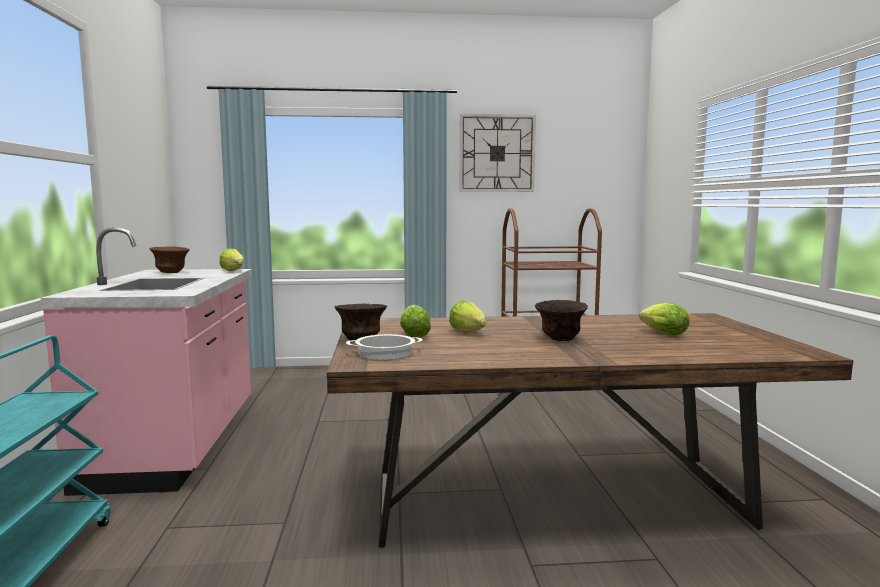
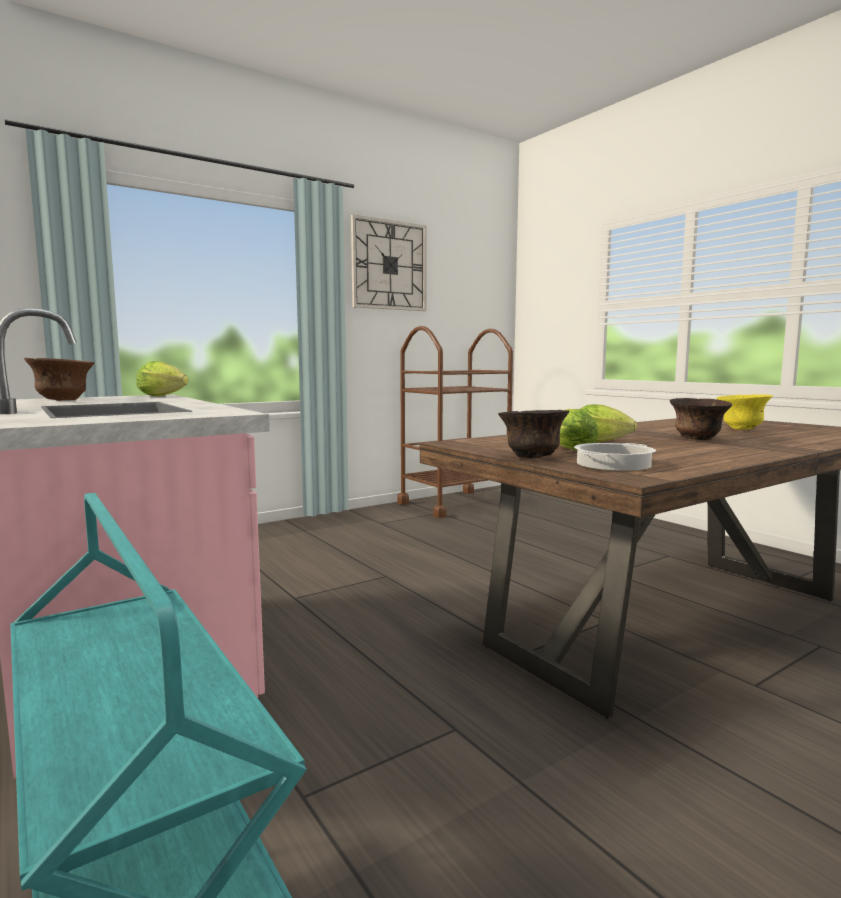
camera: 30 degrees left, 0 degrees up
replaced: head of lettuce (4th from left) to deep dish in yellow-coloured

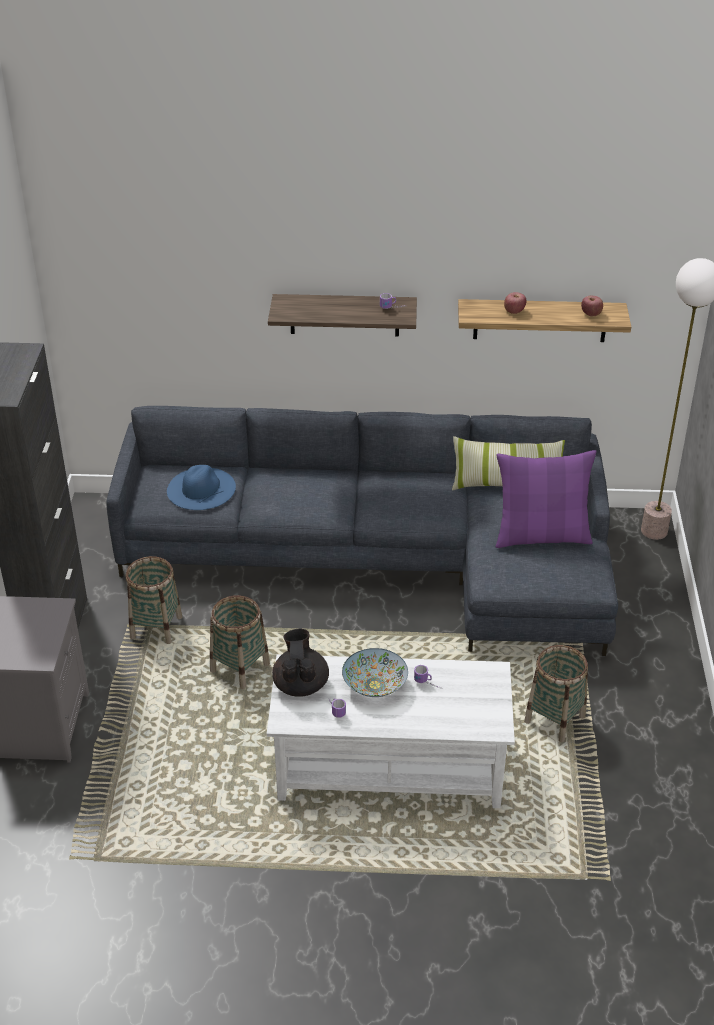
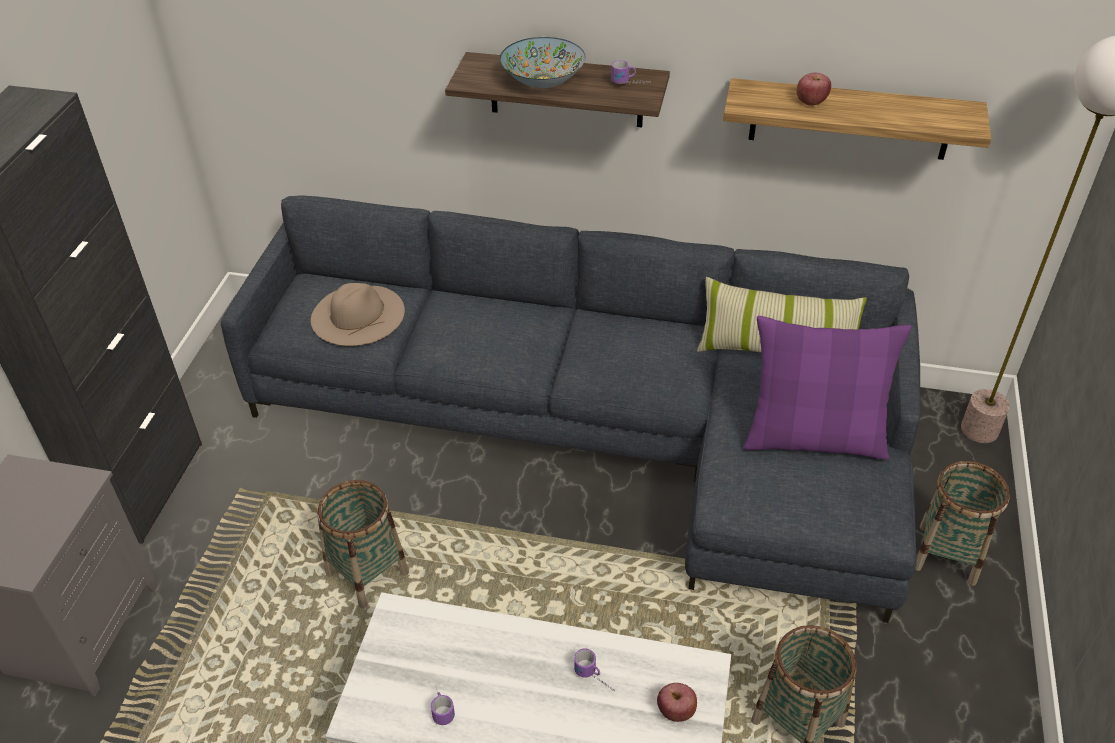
camera: 10 degrees right, 5 degrees up
removed: tea pot in black-coloured
moved: whole apple (2nd from left in the first image) to whole apple (1st from left); household basket (1st from left in the first image) to household basket (3rd from left); deep dish
recoloured: hat in blue-coloured to hat in beige

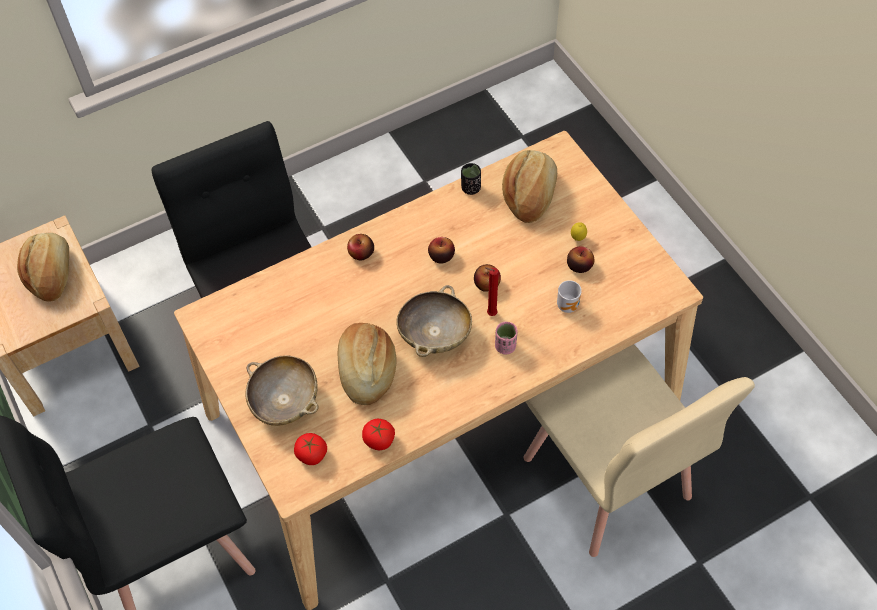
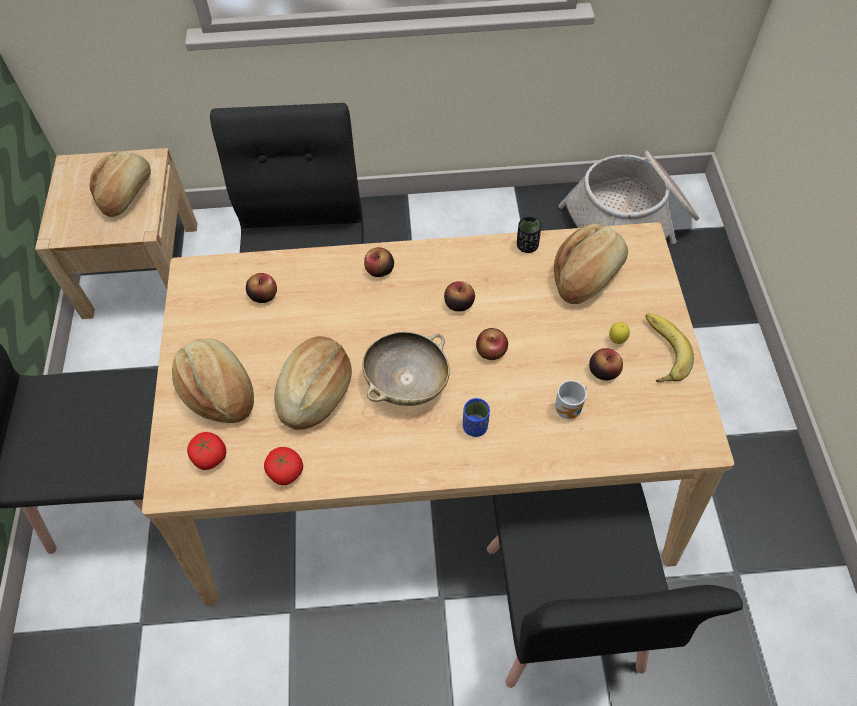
camera: 25 degrees right, 0 degrees up
removed: wax candle in red-coloured
added: household basket; whole apple (1st from left); banana fruit
replaced: deep dish in beige (1st from left) to bread (2nd from left)
recoloured: drinking cup in pink to drinking cup in blue-coloured; upright chair in beige to upright chair in black-coloured (3rd from left)

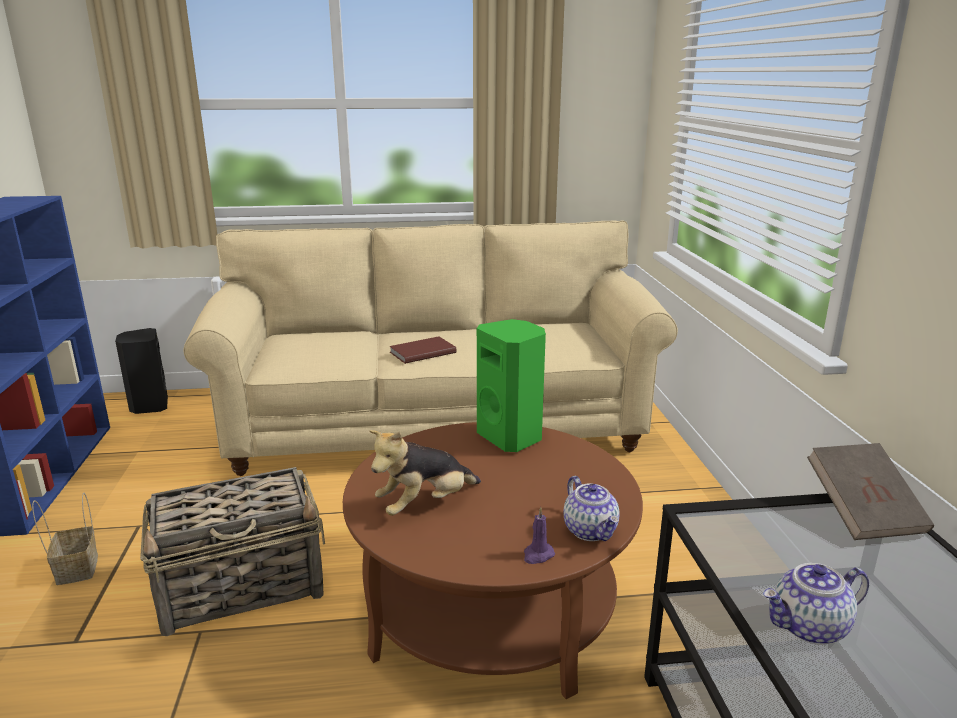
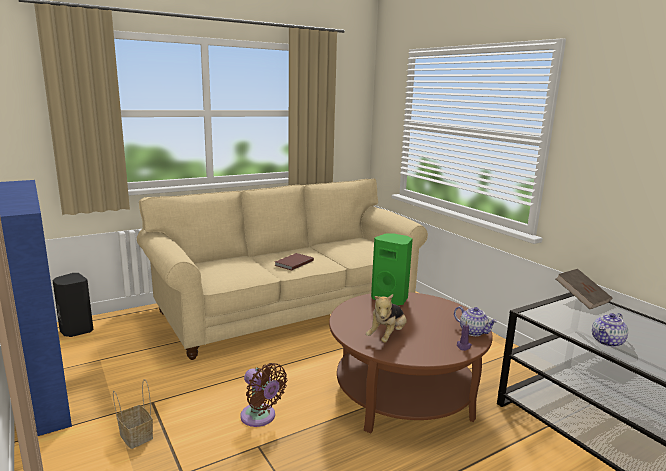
camera: 25 degrees left, 5 degrees down
replaced: household basket (2nd from left) to fan in brownish

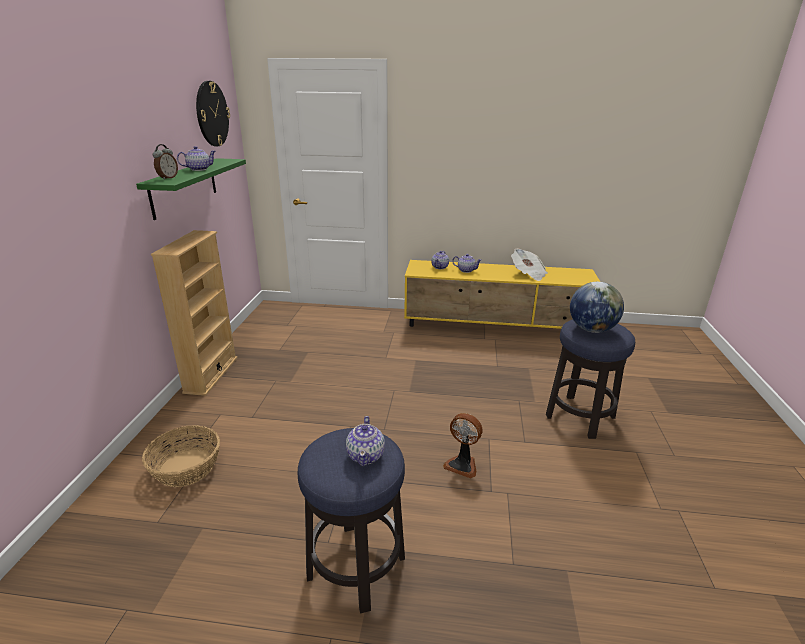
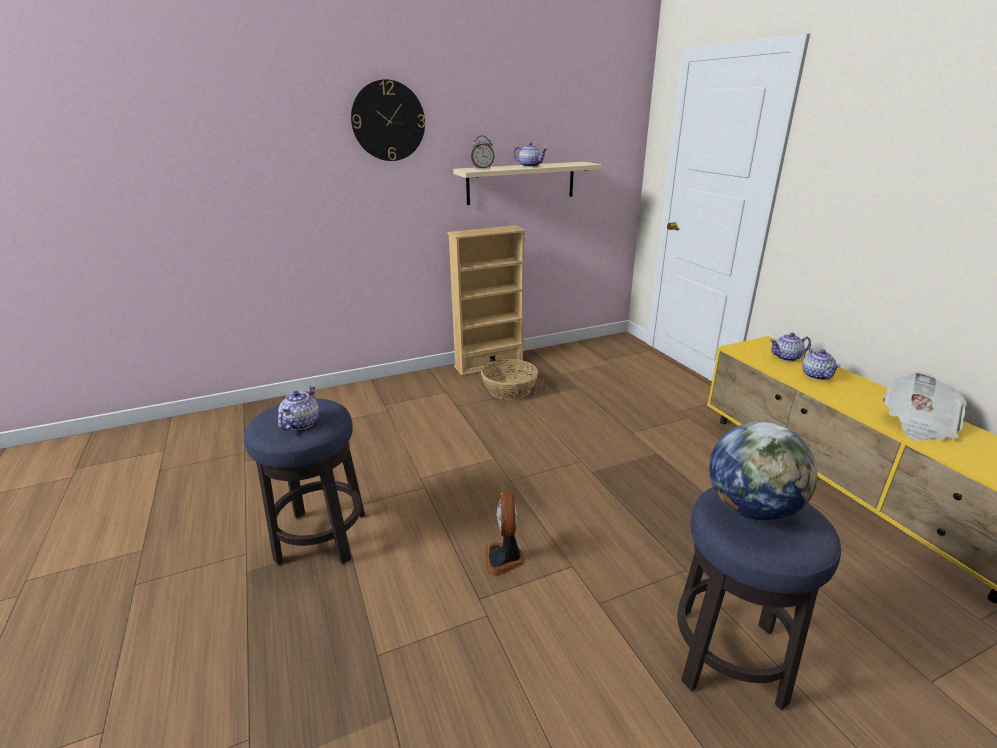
camera: 60 degrees right, 0 degrees up
moved: wall clock; household basket
recoloured: shelf in greenish to shelf in beige
turned: tea pot (2nd from left in the first image) 135 degrees clockwise

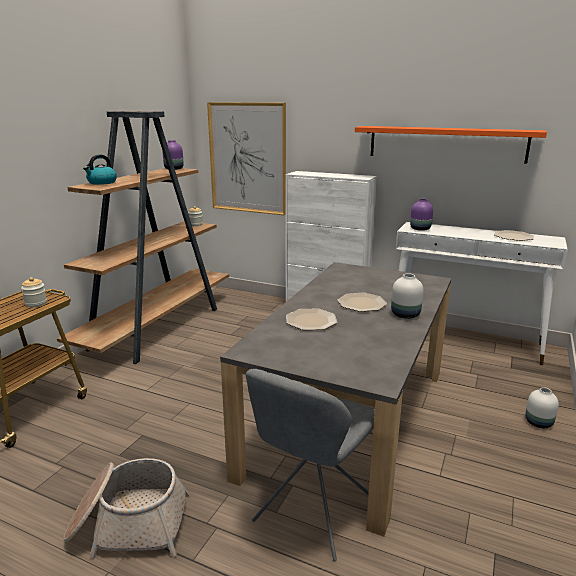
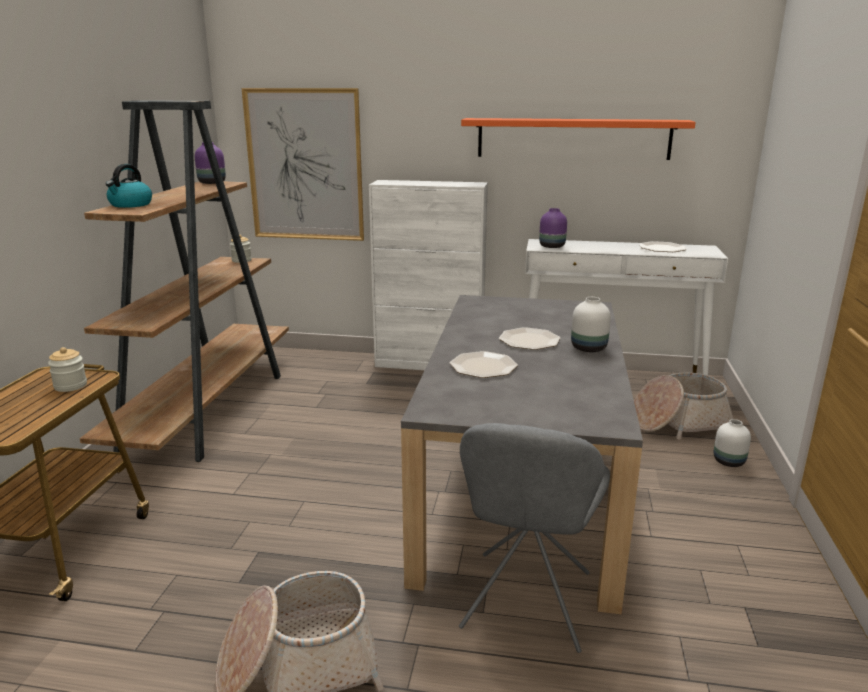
camera: 15 degrees left, 0 degrees up
added: household basket (2nd from left)

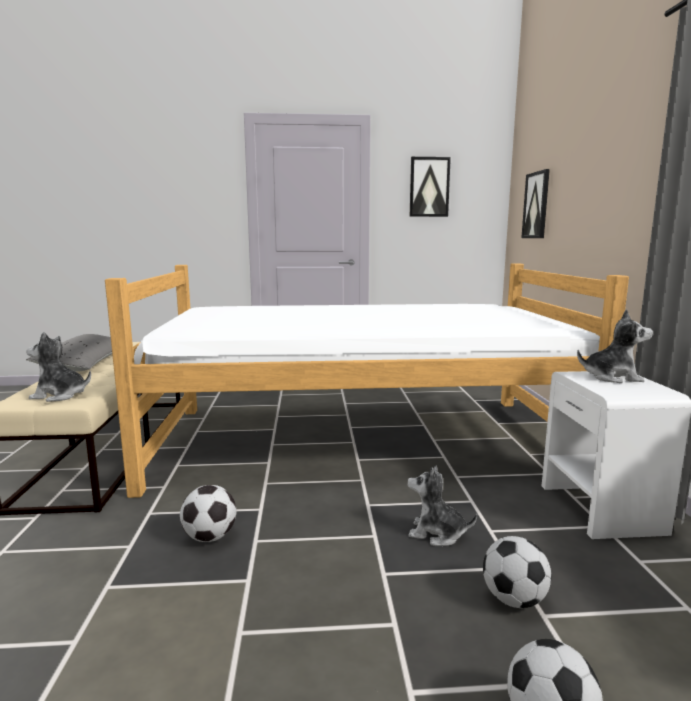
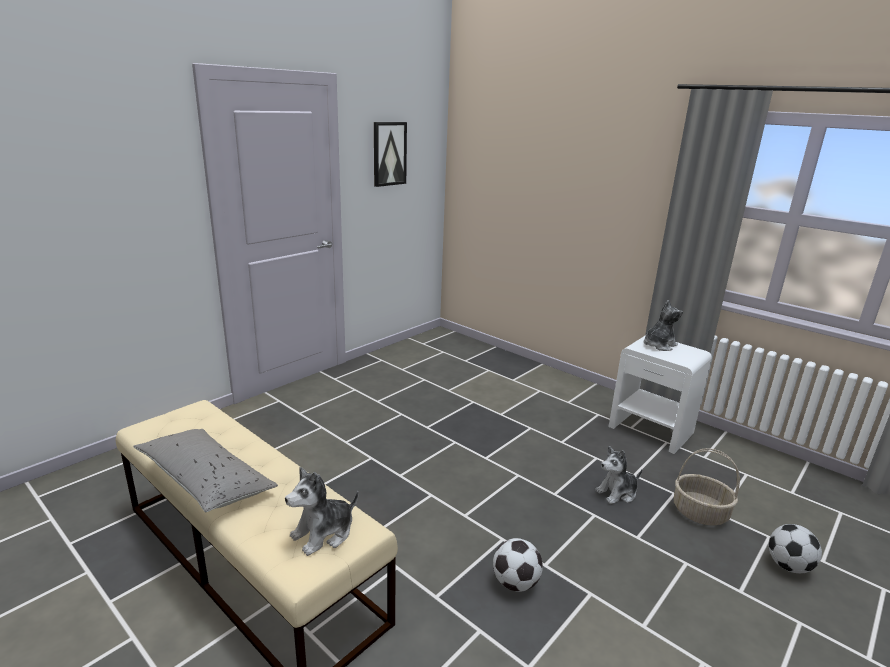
camera: 45 degrees left, 10 degrees up
removed: picture (2nd from left); sleeping bed
replaced: football ball (2nd from left) to household basket

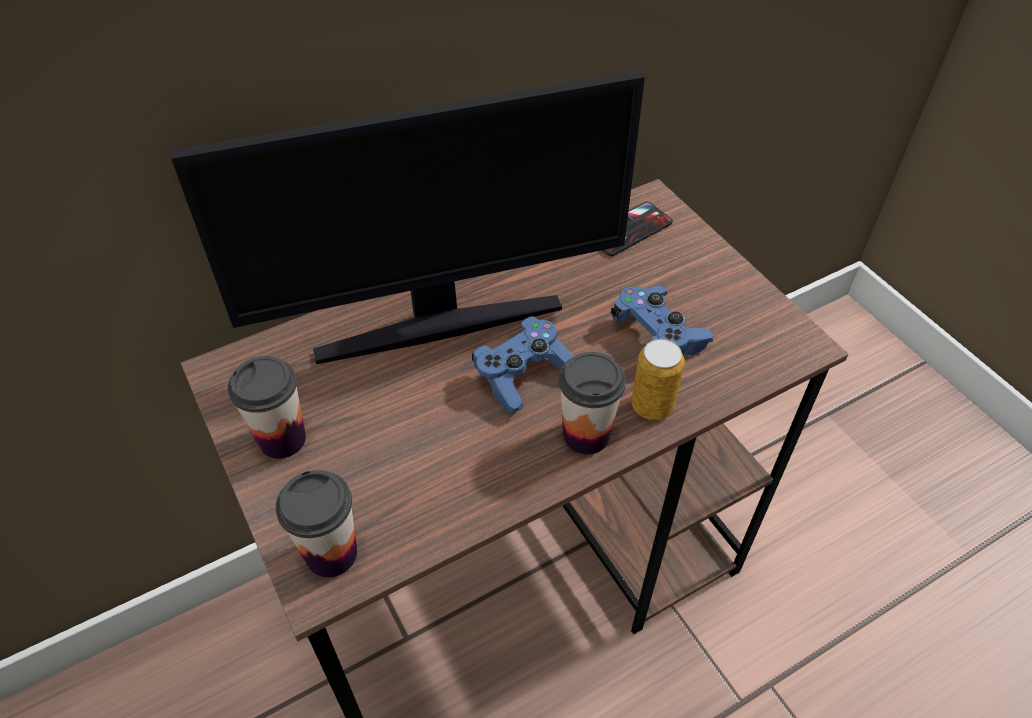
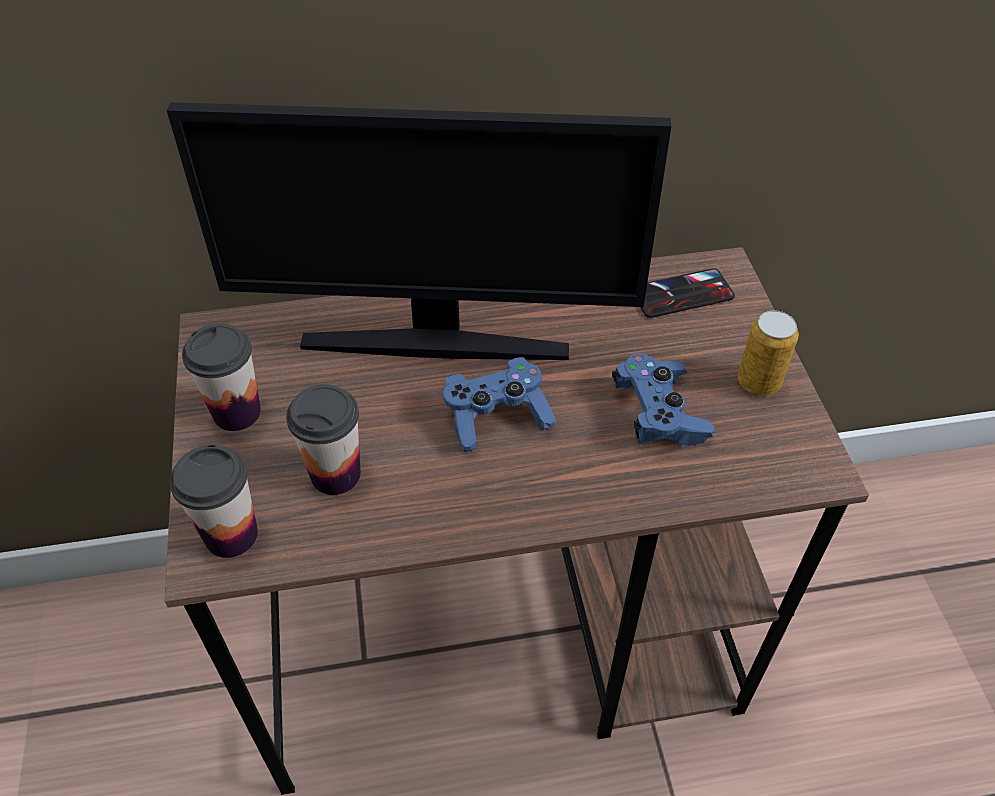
camera: 20 degrees right, 0 degrees up
moved: sealed can; drinking cup (3rd from left)

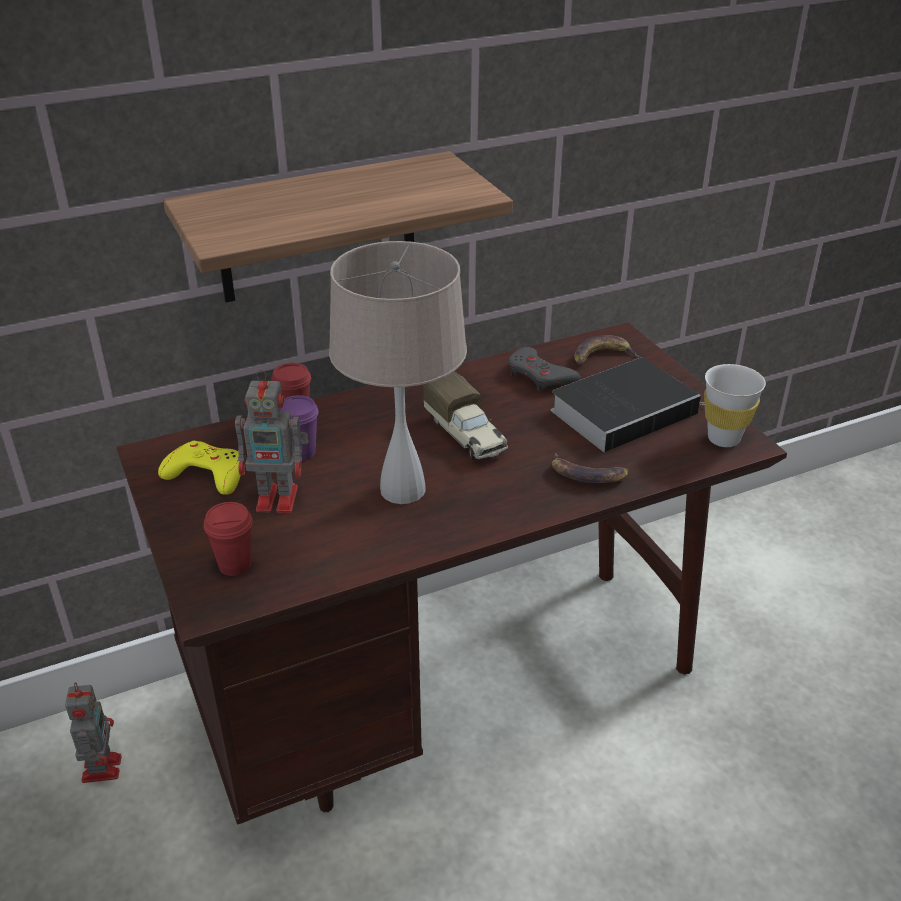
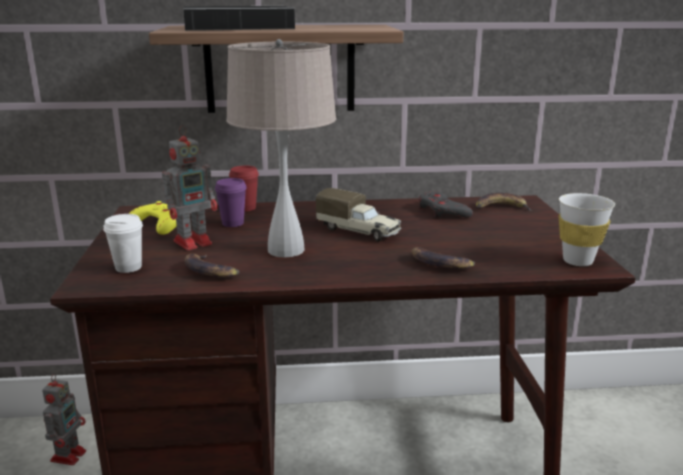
camera: 20 degrees right, 15 degrees down
added: banana fruit (1st from left)
moved: bound book
recoloured: drinking cup in red-coloured (1st from left) to drinking cup in white-coloured (1st from left)
turned: model robot (2nd from left) 60 degrees counterclockwise; toy lorry 45 degrees counterclockwise

